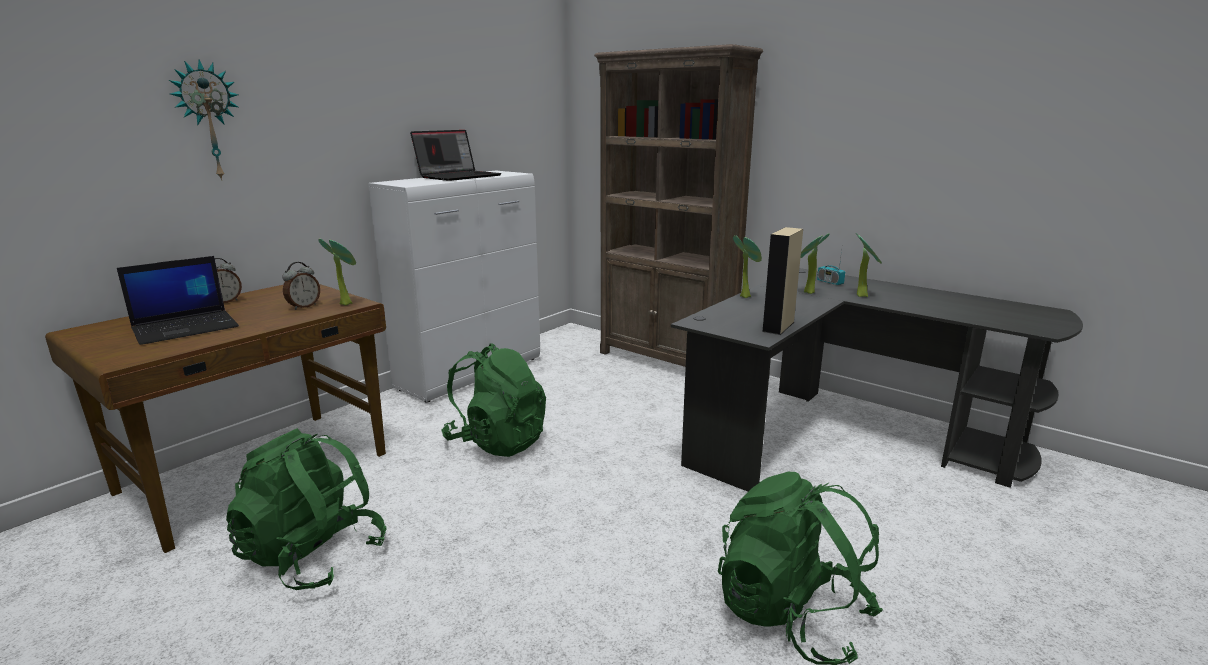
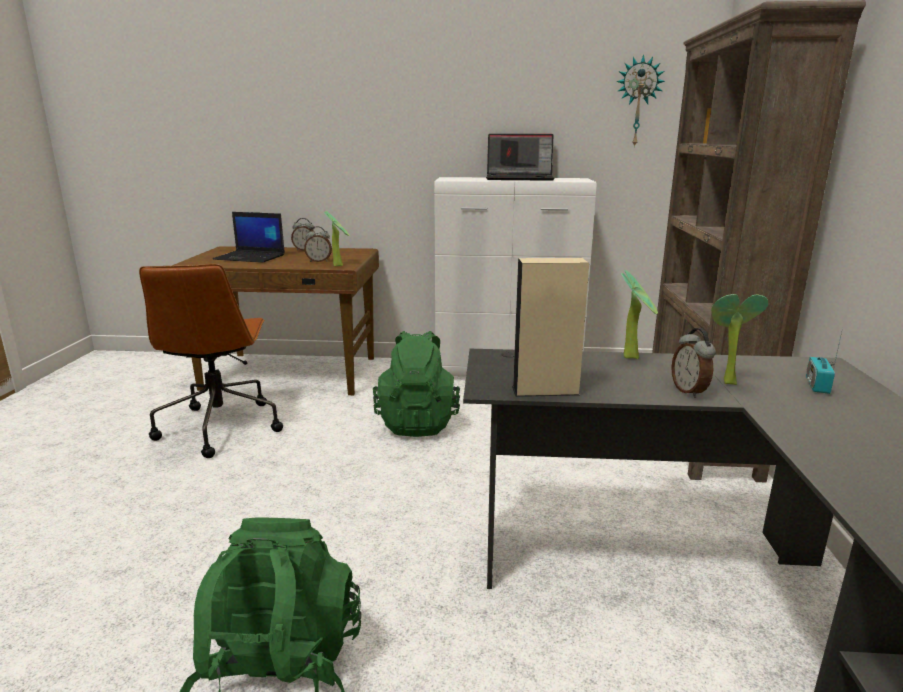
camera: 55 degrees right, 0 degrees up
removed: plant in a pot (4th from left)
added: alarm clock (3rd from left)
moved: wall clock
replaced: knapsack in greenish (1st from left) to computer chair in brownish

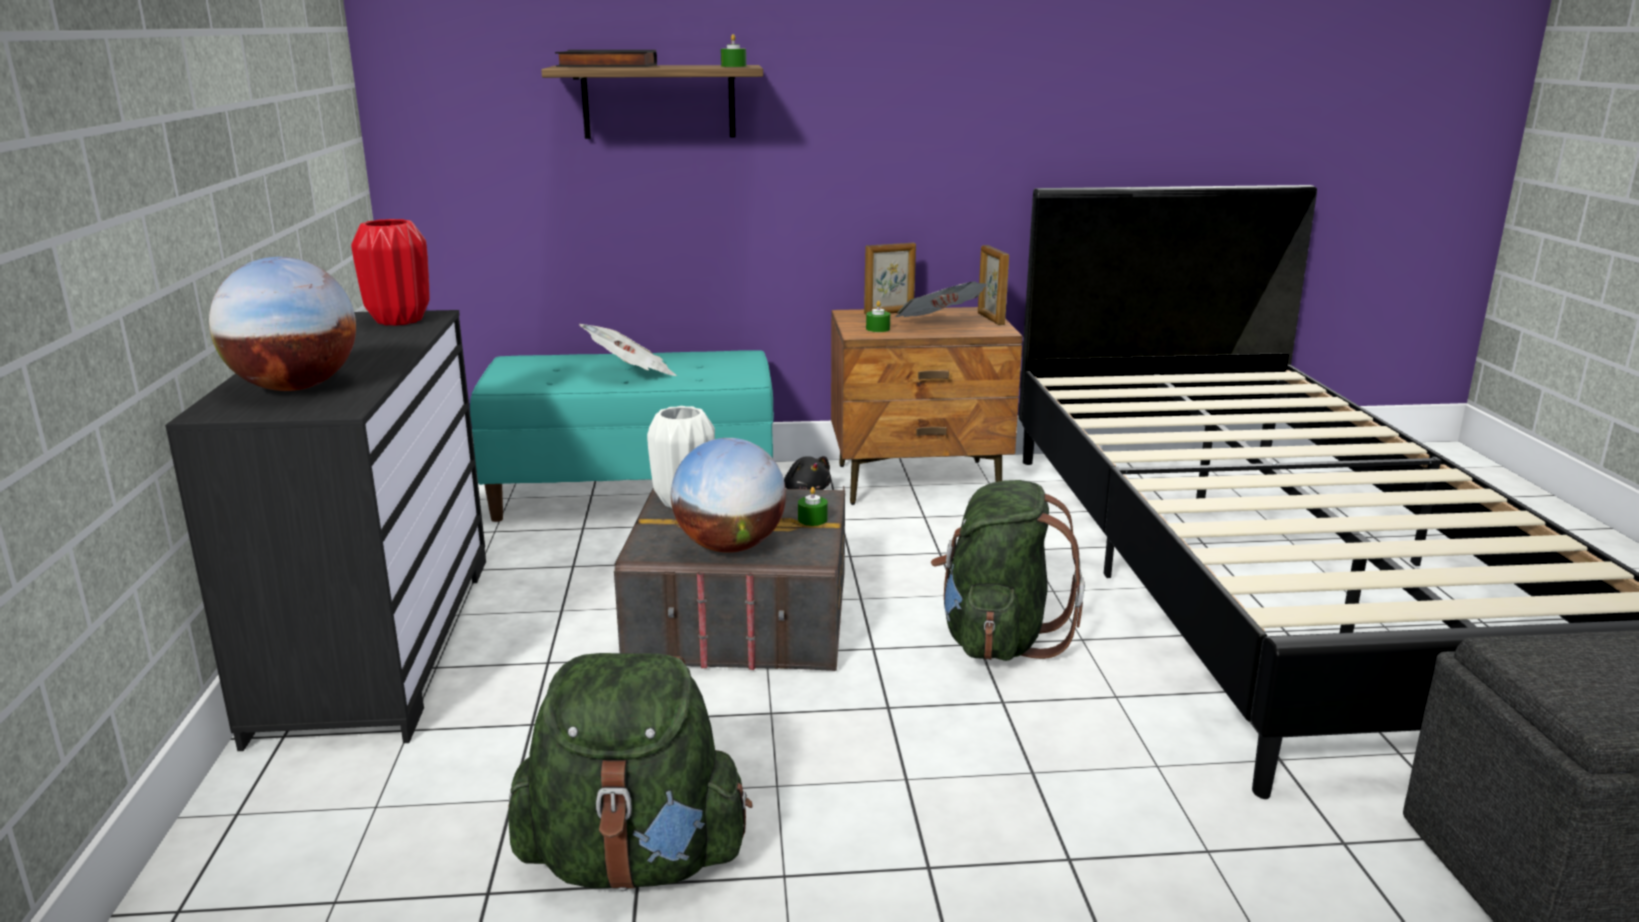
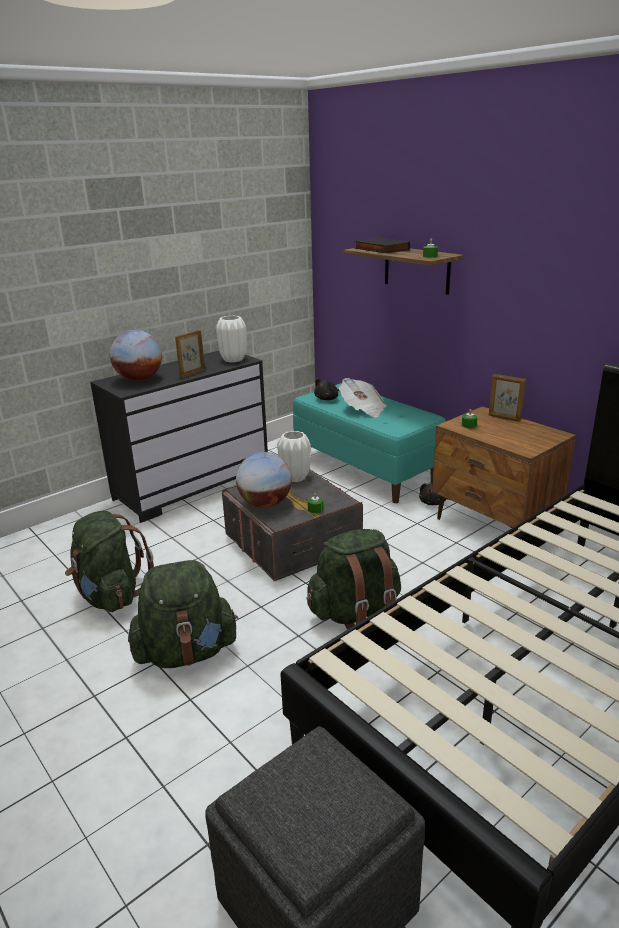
camera: 55 degrees right, 5 degrees up
removed: newspaper (2nd from left)
added: soft toy in black-coloured (1st from left); knapsack in greenish (2nd from left)
moved: picture frame (2nd from left in the first image) to picture frame (1st from left)
recoloured: flower vase in red-coloured to flower vase in white-coloured (1st from left)

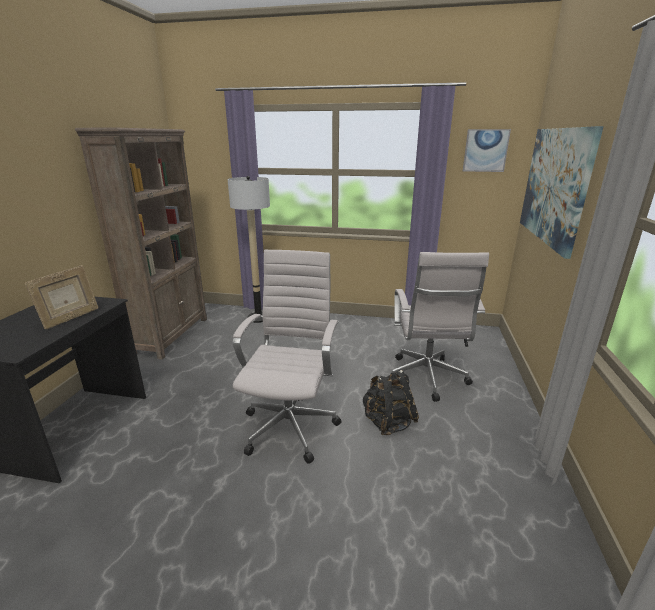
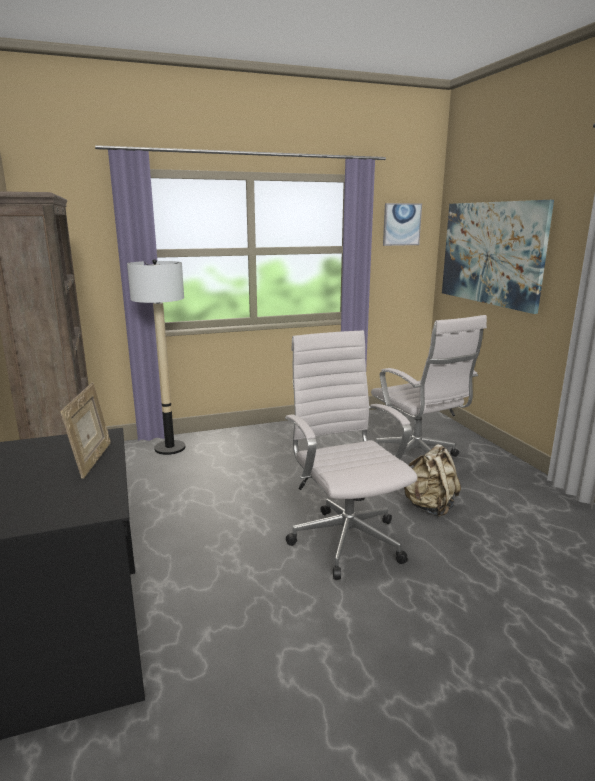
camera: 30 degrees left, 5 degrees down
recoloured: knapsack in black-coloured to knapsack in beige

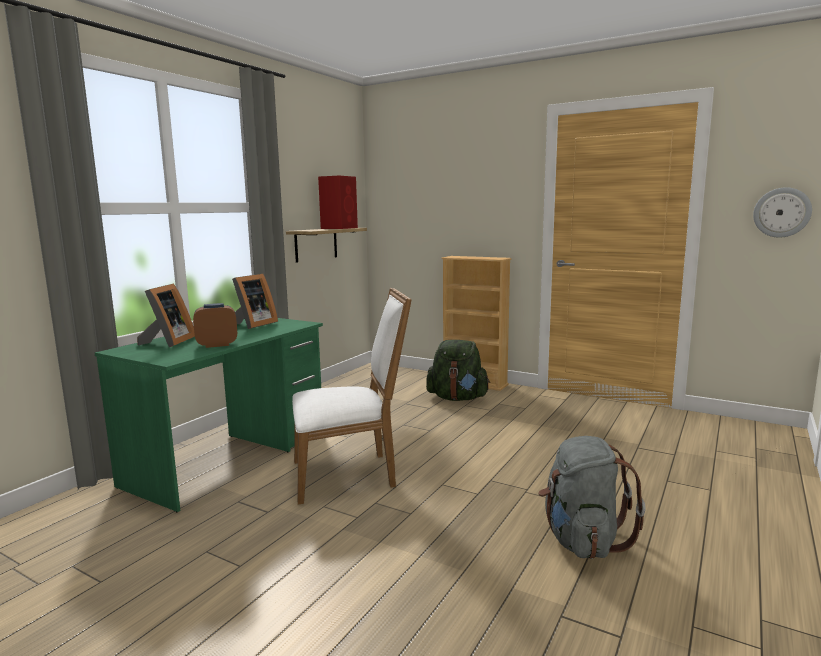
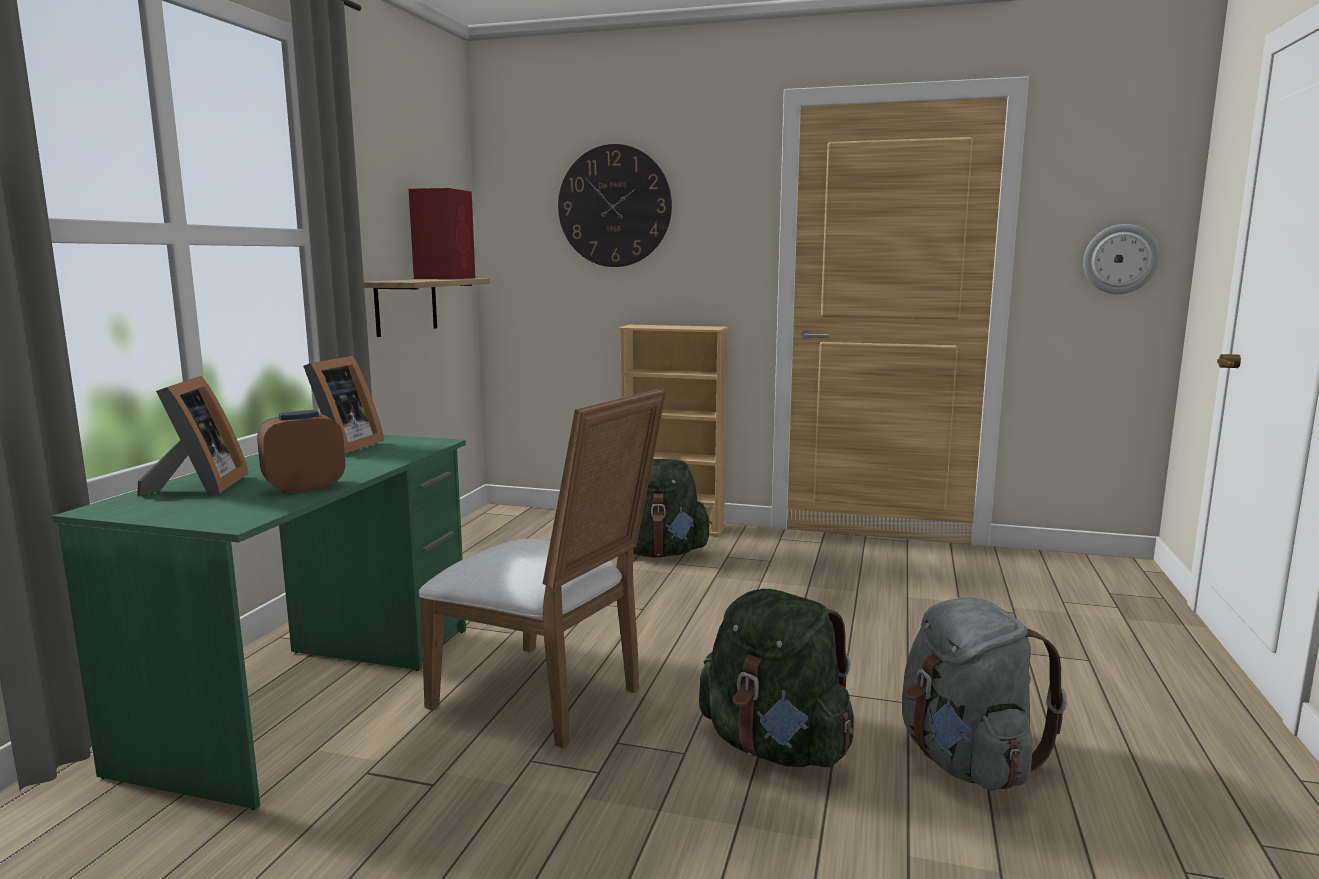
camera: 15 degrees left, 0 degrees up
added: wall clock (1st from left); knapsack in greenish (2nd from left)
turned: upright chair in white-coloured 60 degrees clockwise

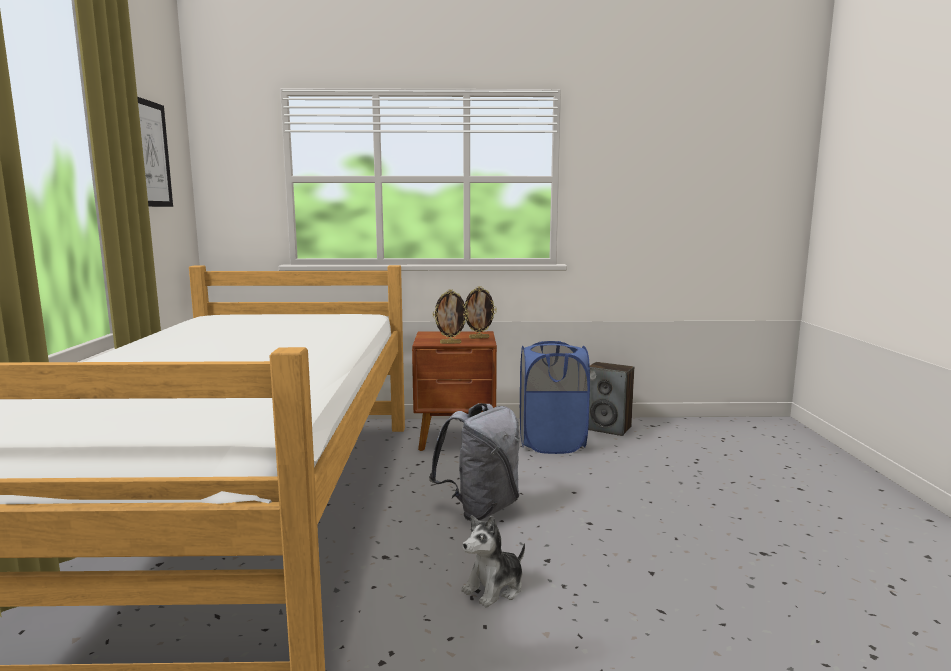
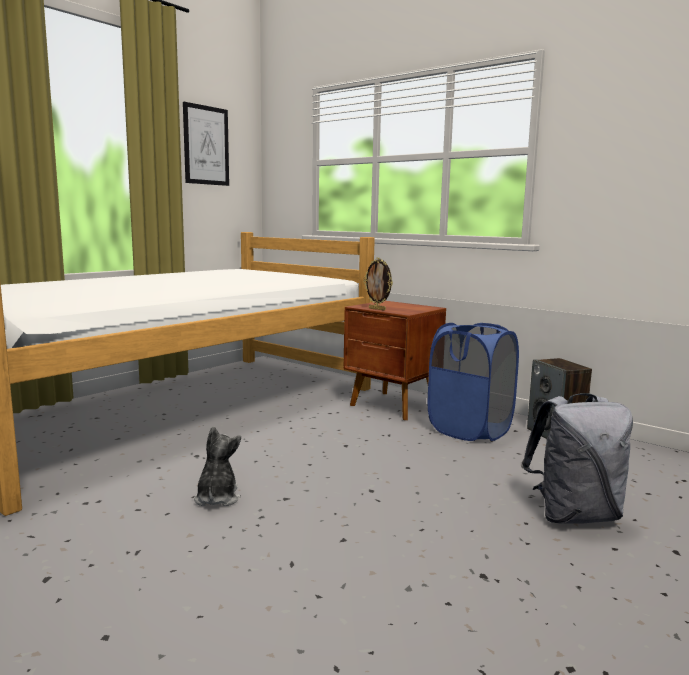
camera: 40 degrees right, 0 degrees up
removed: picture frame (2nd from left)
moved: knapsack in grey
turned: soft toy 90 degrees clockwise

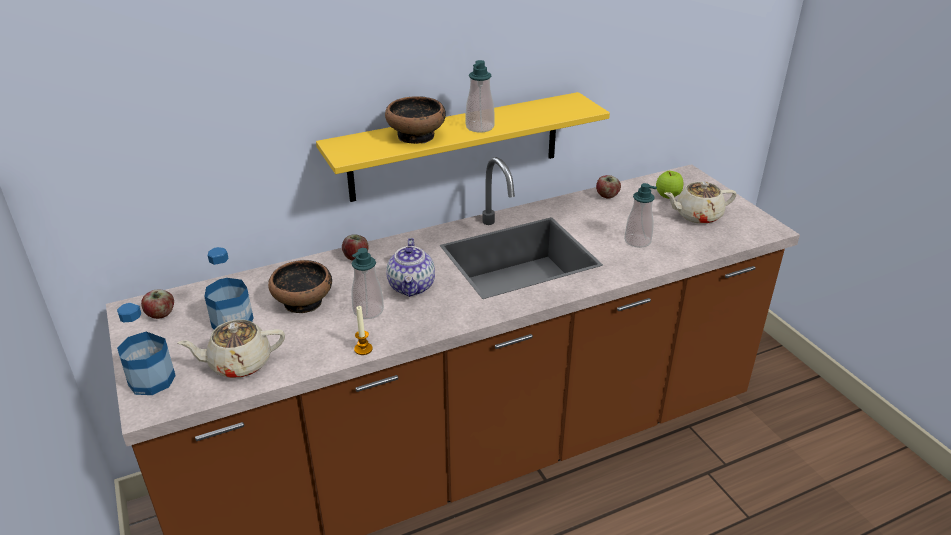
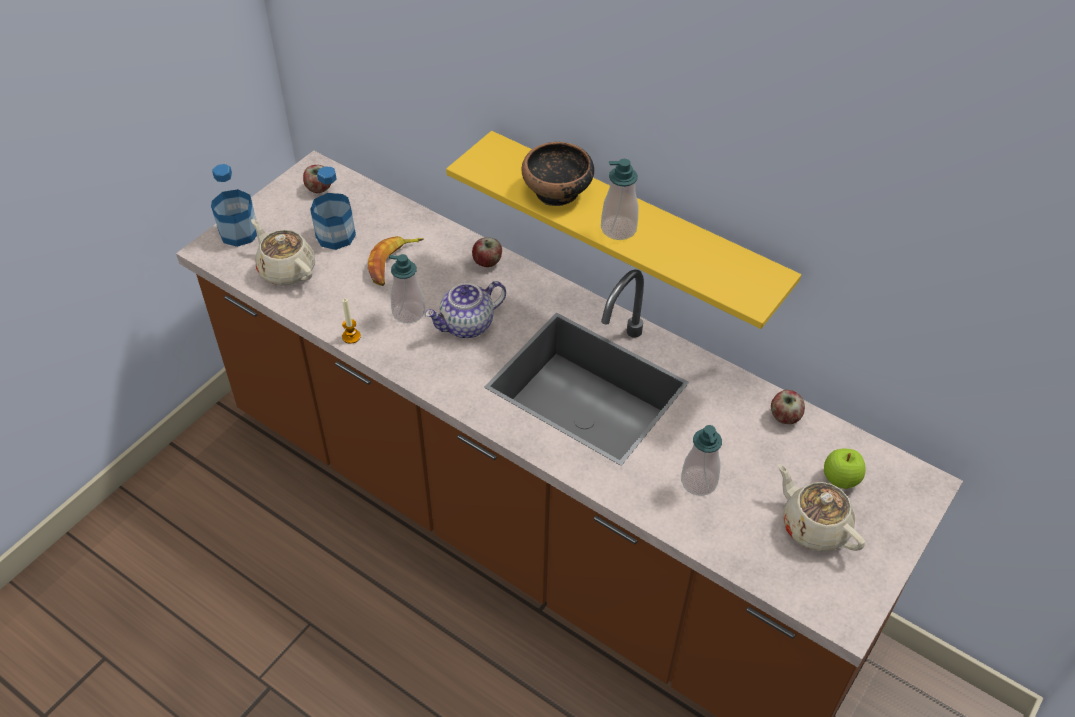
camera: 60 degrees right, 15 degrees up
replaced: deep dish (1st from left) to banana fruit

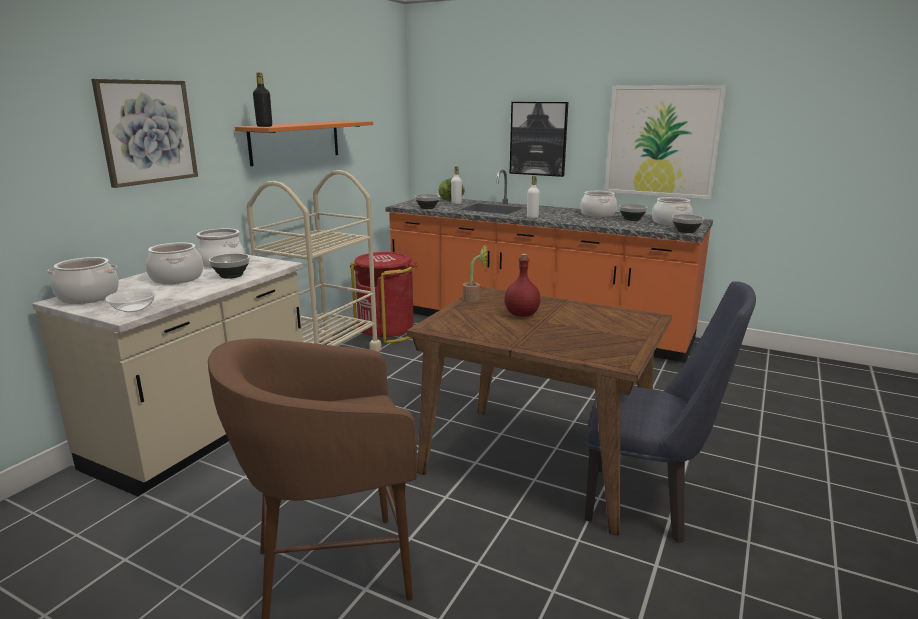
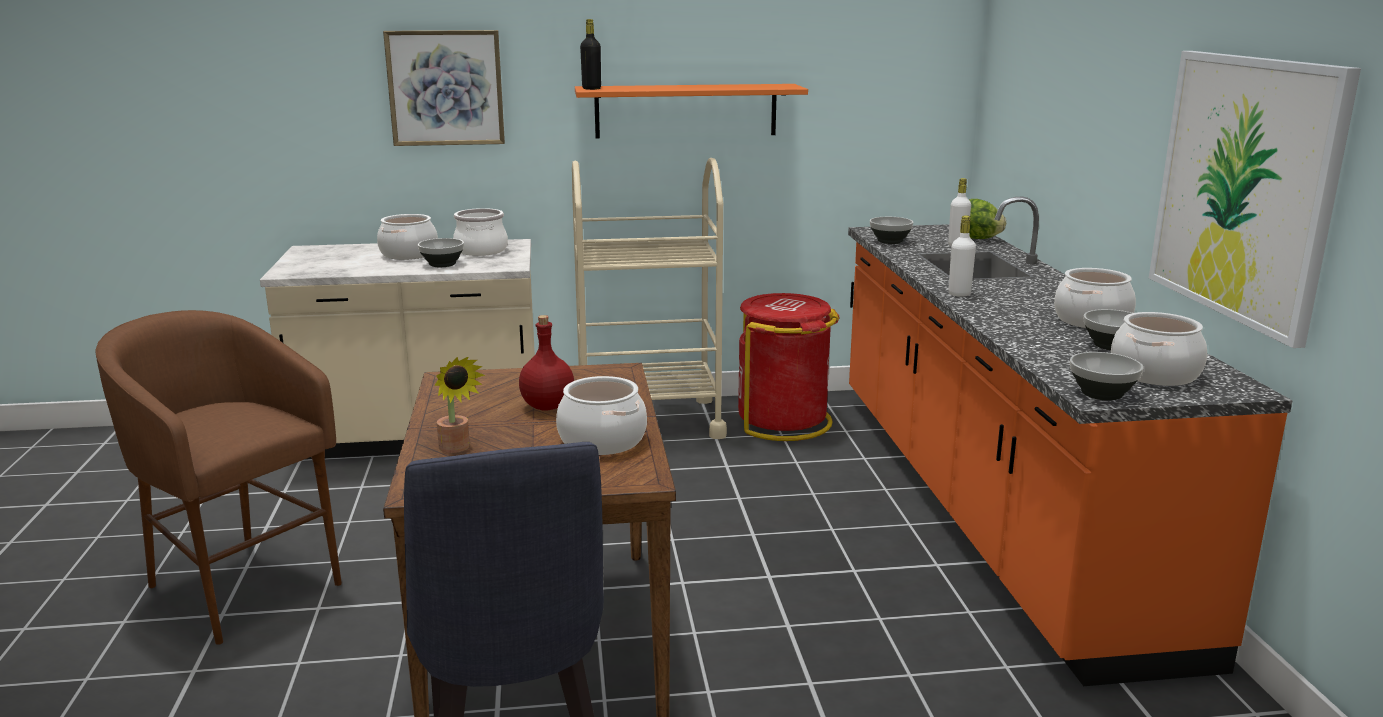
camera: 55 degrees right, 0 degrees up
removed: picture (2nd from left); deep dish (1st from left)
moved: plant in a pot; saucepot (1st from left in the first image) to saucepot (3rd from left)

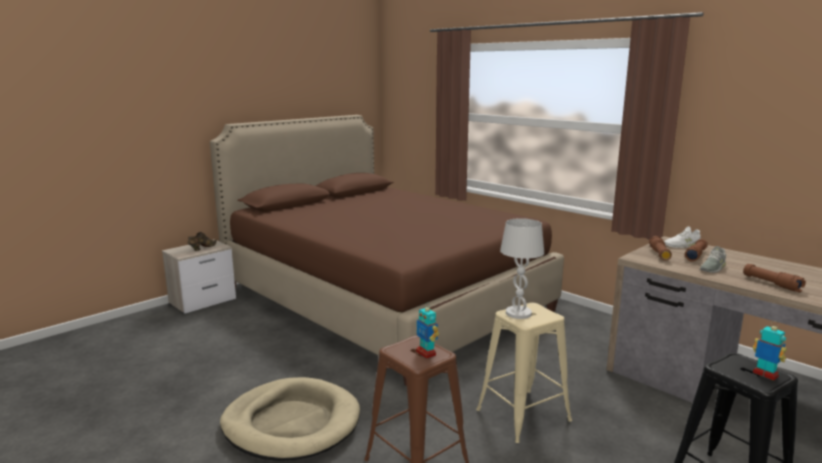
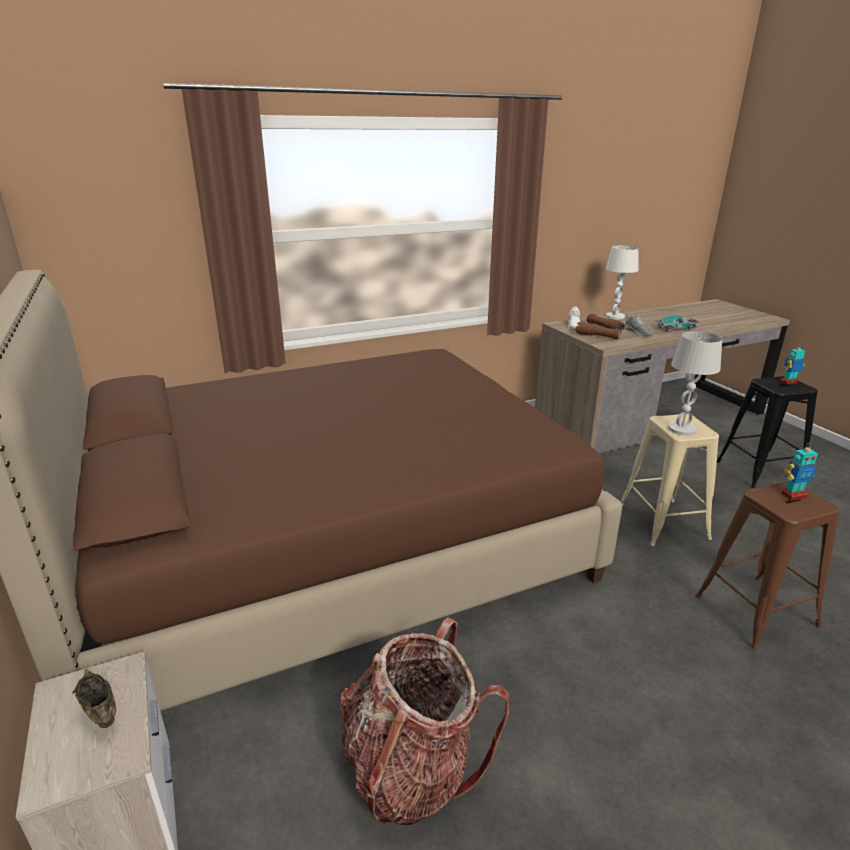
camera: 70 degrees left, 10 degrees up
removed: pet bed in beige
added: tabletop lamp in white-coloured (1st from left); knapsack
replaced: torch in brownish (3rd from left) to model car

